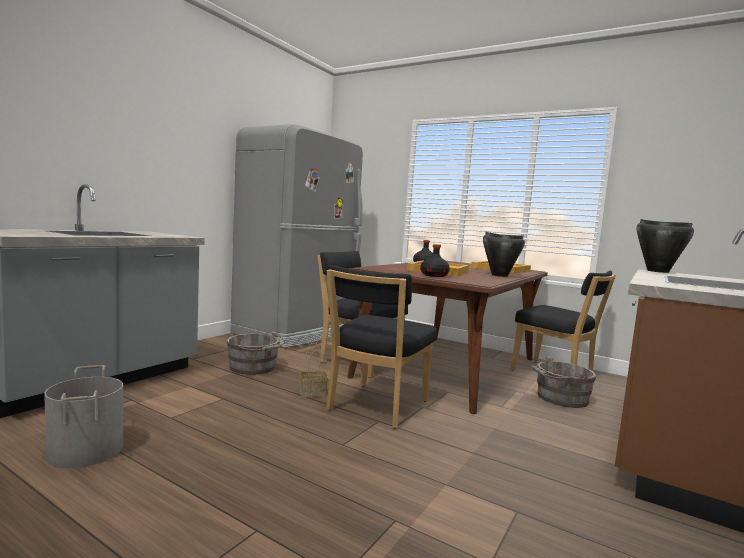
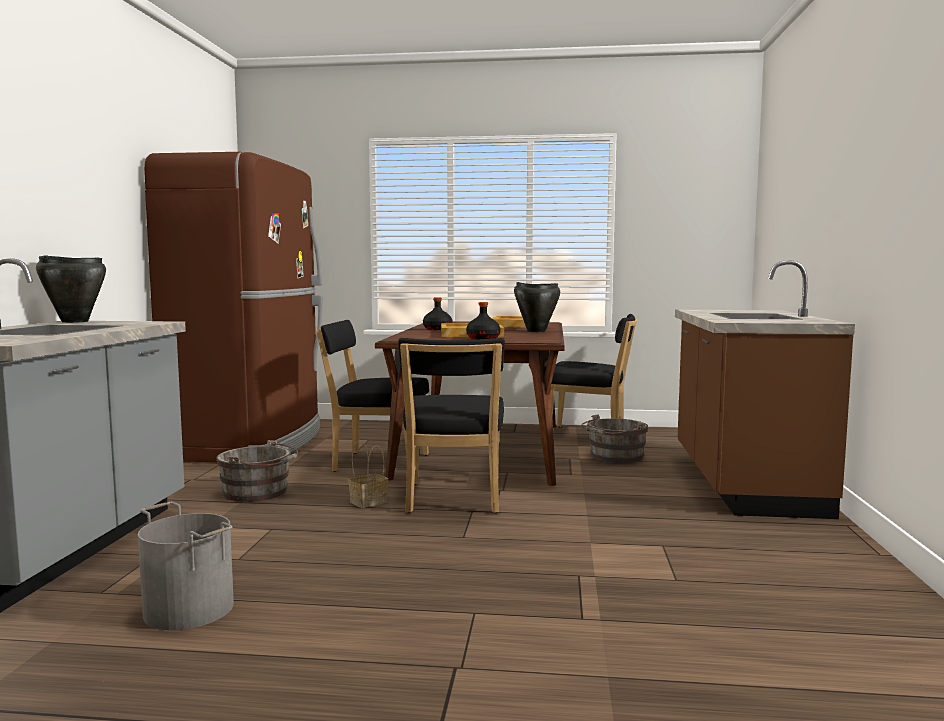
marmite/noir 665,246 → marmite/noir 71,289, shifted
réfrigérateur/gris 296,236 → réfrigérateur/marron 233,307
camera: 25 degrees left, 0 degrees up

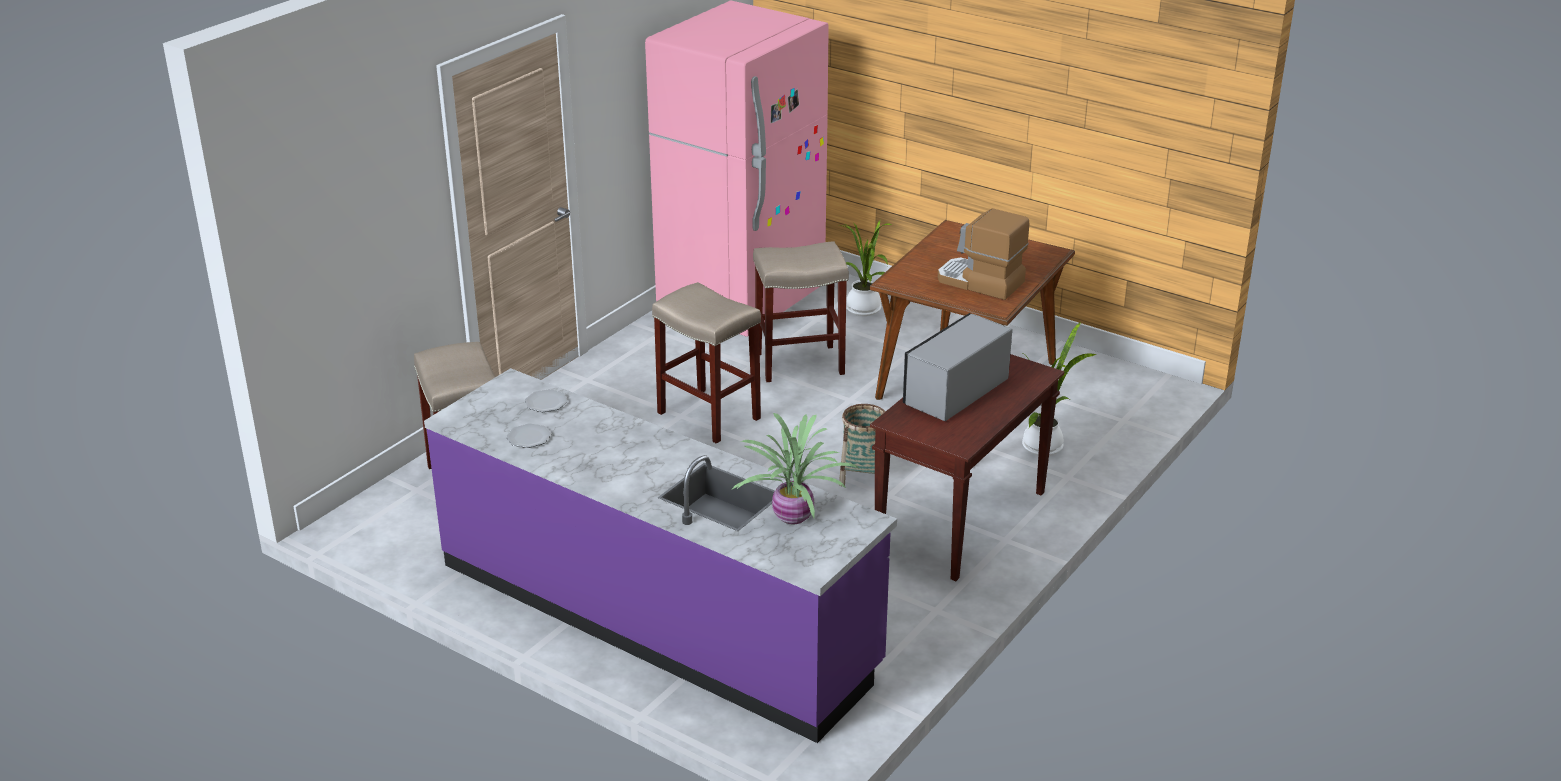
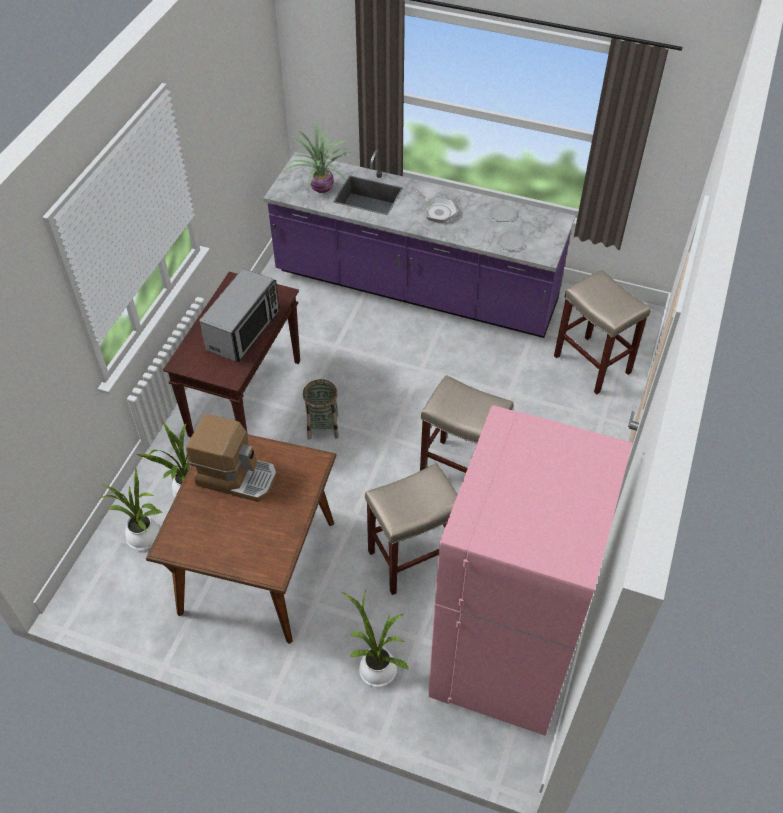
- → plante en pot 131,509
- → poêle 433,204
camera: 165 degrees right, 20 degrees up

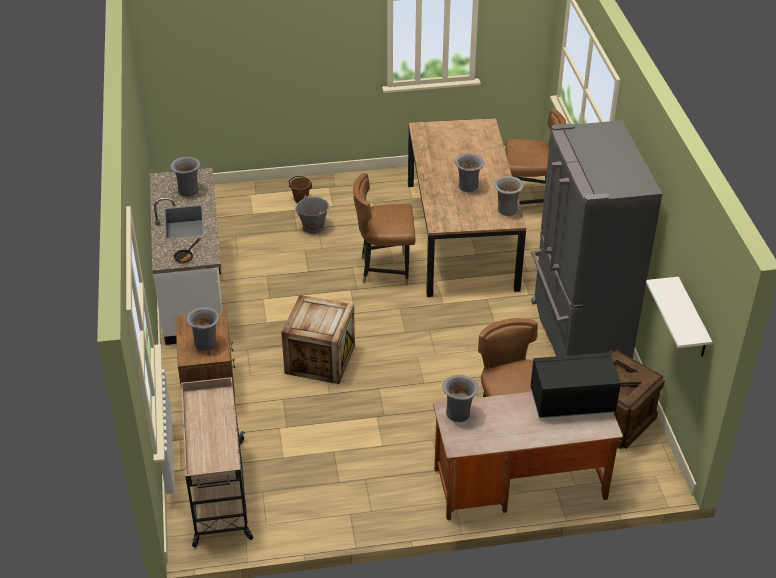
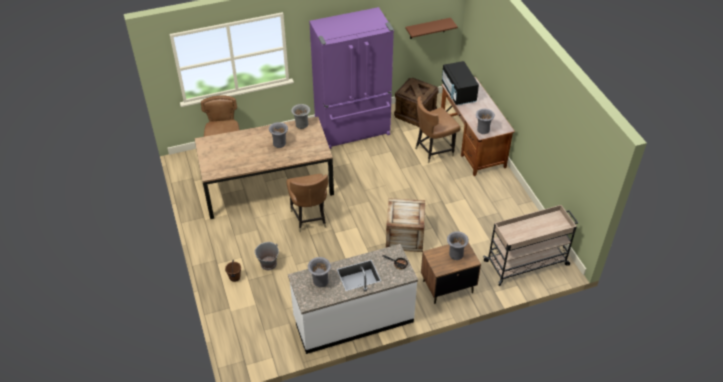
réfrigérateur/gris 596,239 → réfrigérateur/violet 351,78
étagère/blanc 679,317 → étagère/marron 431,28
camera: 100 degrees left, 5 degrees up

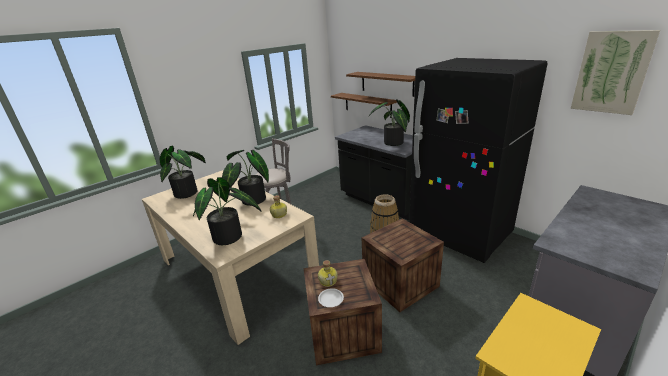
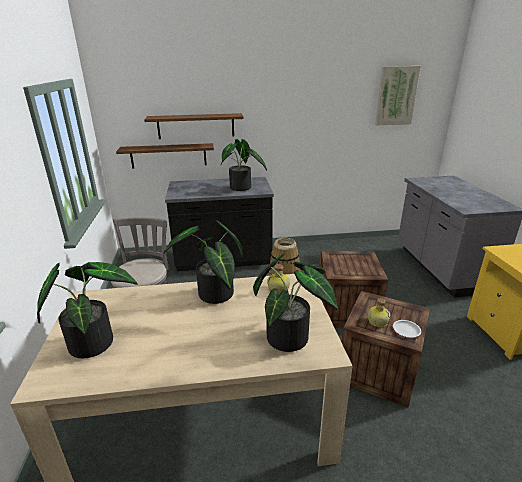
réfrigérateur/noir 478,160 → -
camera: 55 degrees left, 0 degrees up

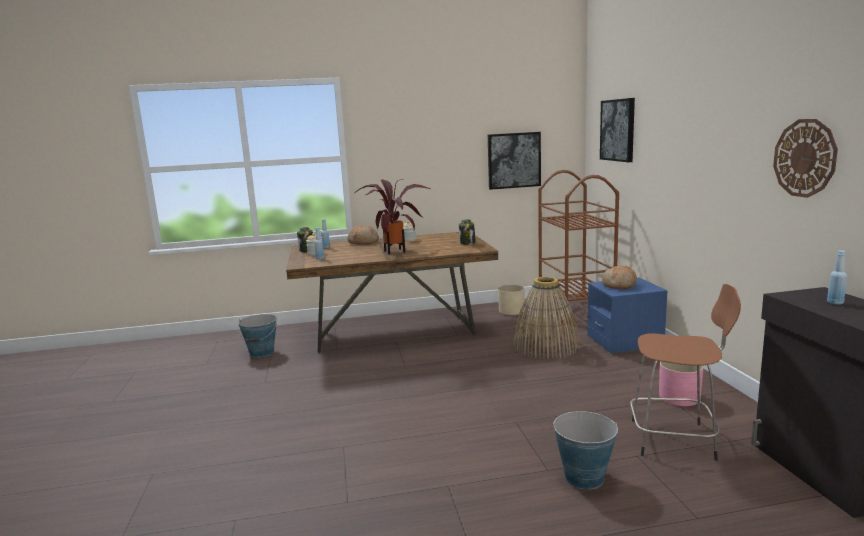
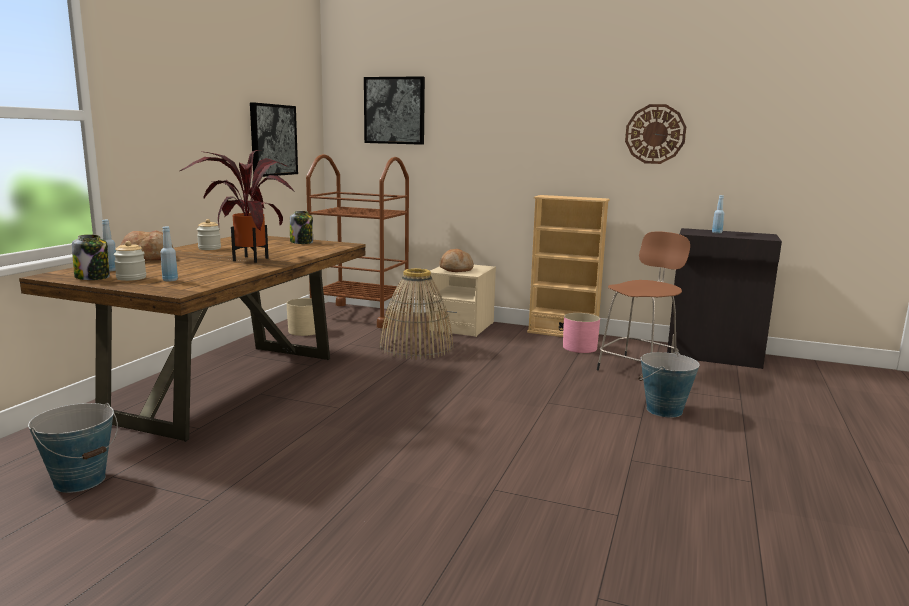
table de chevet/bleu 627,316 → table de chevet/beige 461,301
- → bibliothèque/beige 568,266
camera: 60 degrees left, 0 degrees up

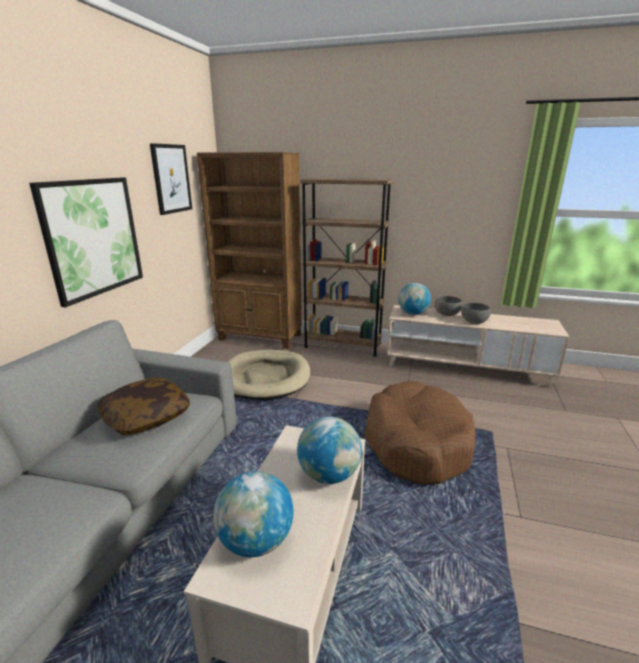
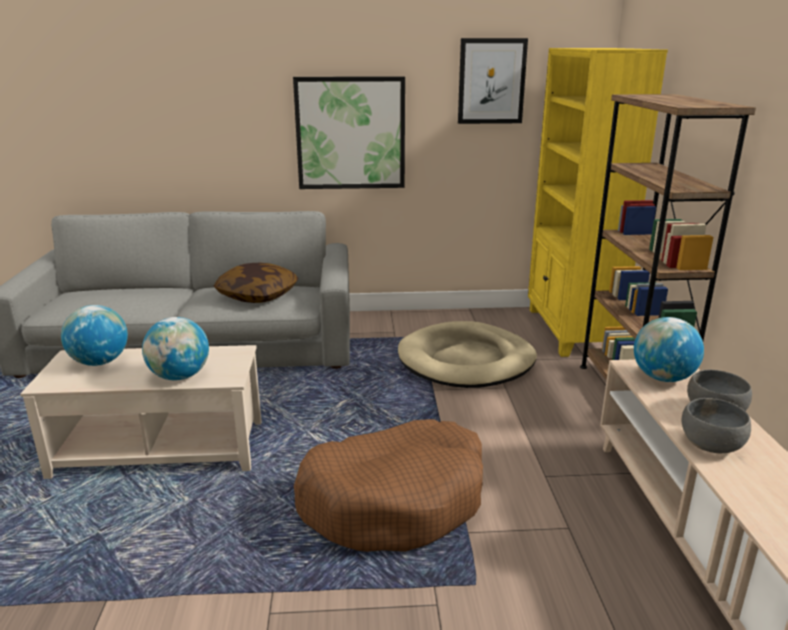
bibliothèque/marron 249,250 → bibliothèque/jaune 598,202
camera: 70 degrees right, 0 degrees up

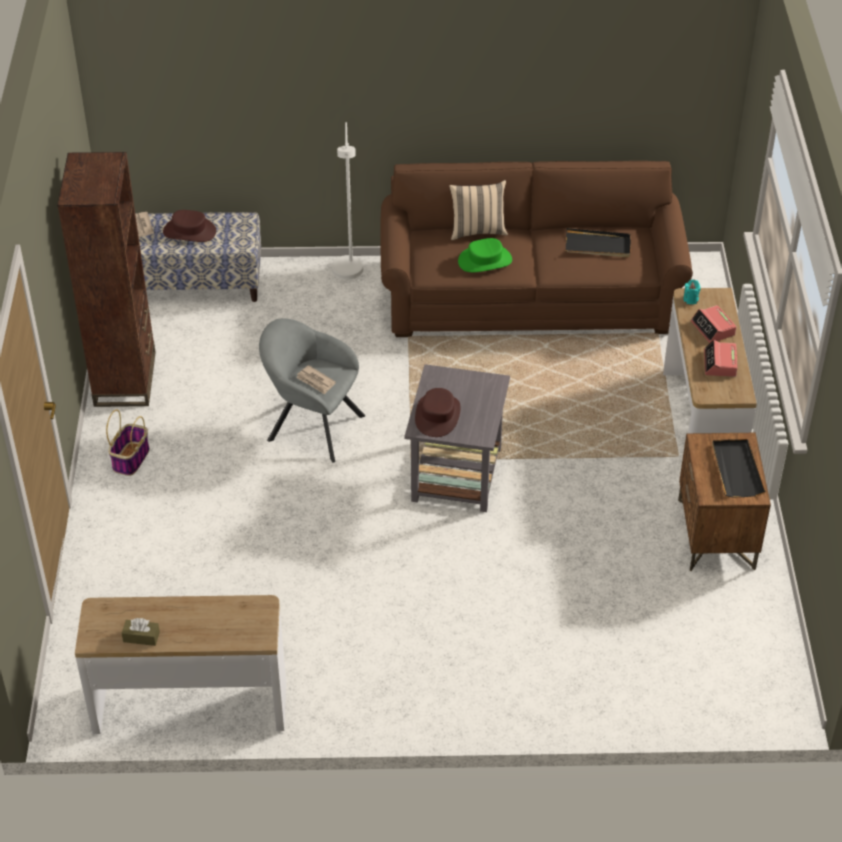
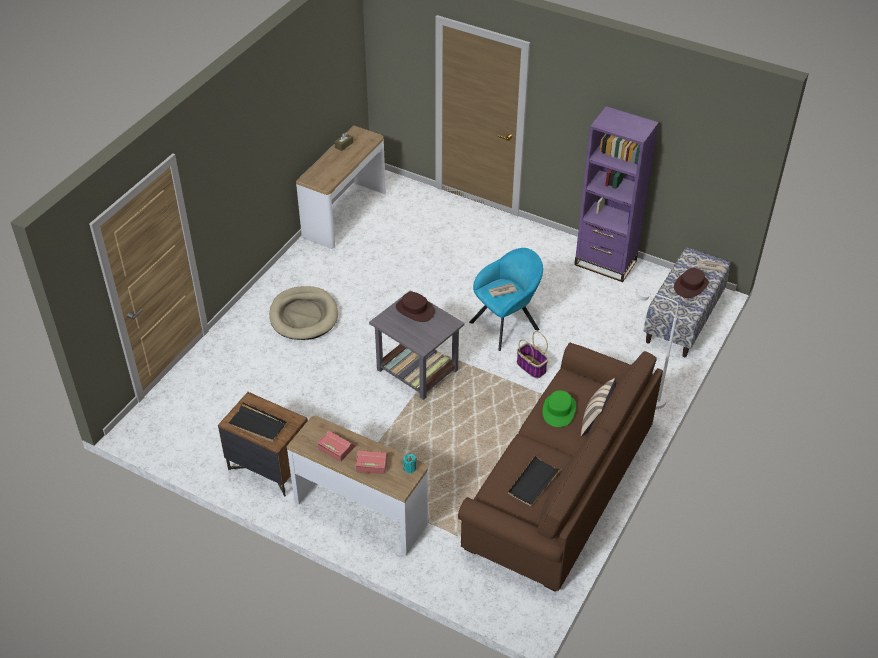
- → panier pour chien/beige 303,313
fauteuil/gris 312,390 → fauteuil/turquoise 506,299
panier 128,442 → panier 533,355, shifted
bibliothèque/marron 106,279 → bibliothèque/violet 616,194
camera: 120 degrees right, 0 degrees up

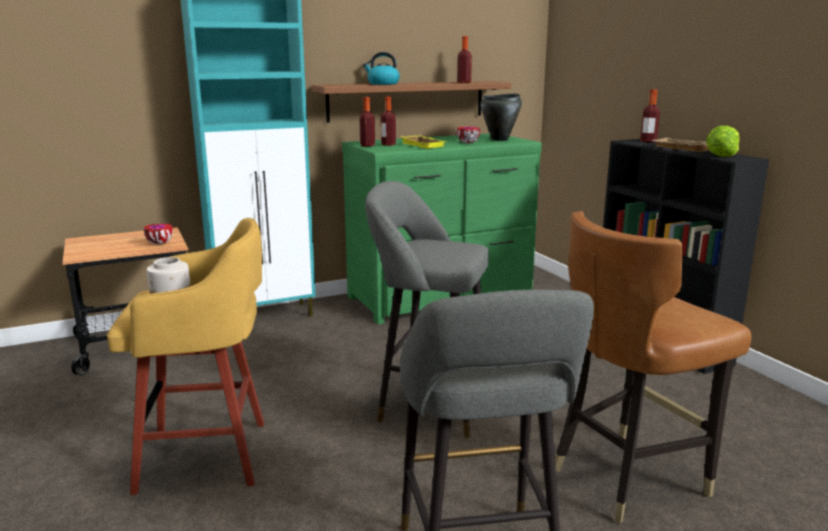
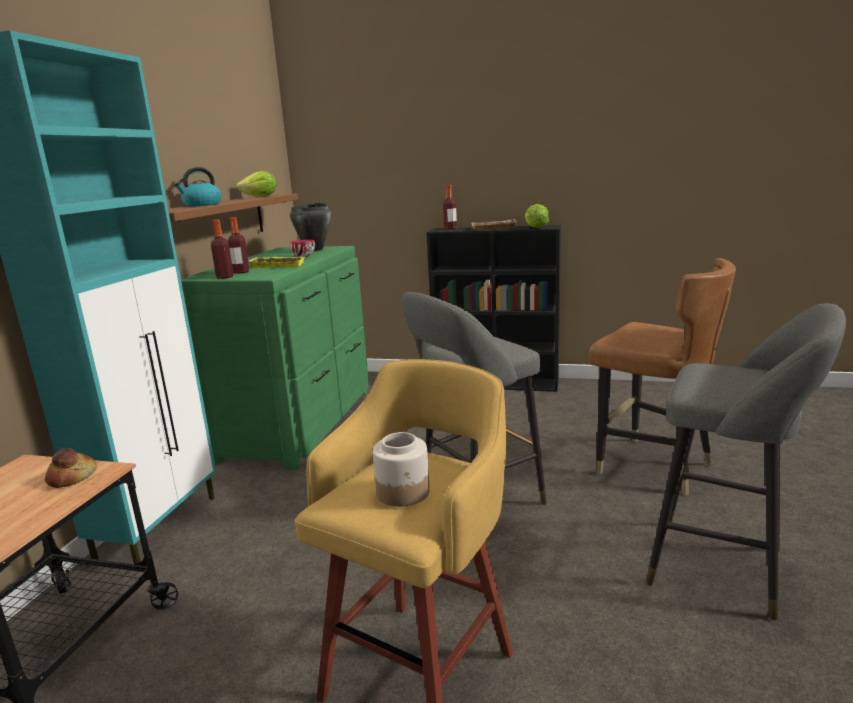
bol 158,234 → pain 71,468
bouteille 464,59 → laitue 256,184
chaise/marron 653,367 → chaise/marron 662,377, 60 degrees counterclockwise
camera: 50 degrees left, 0 degrees up

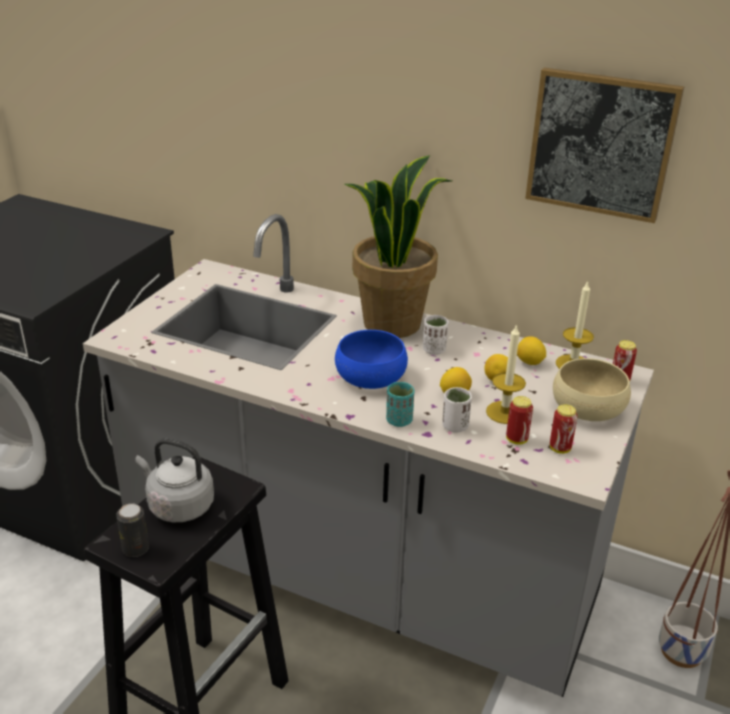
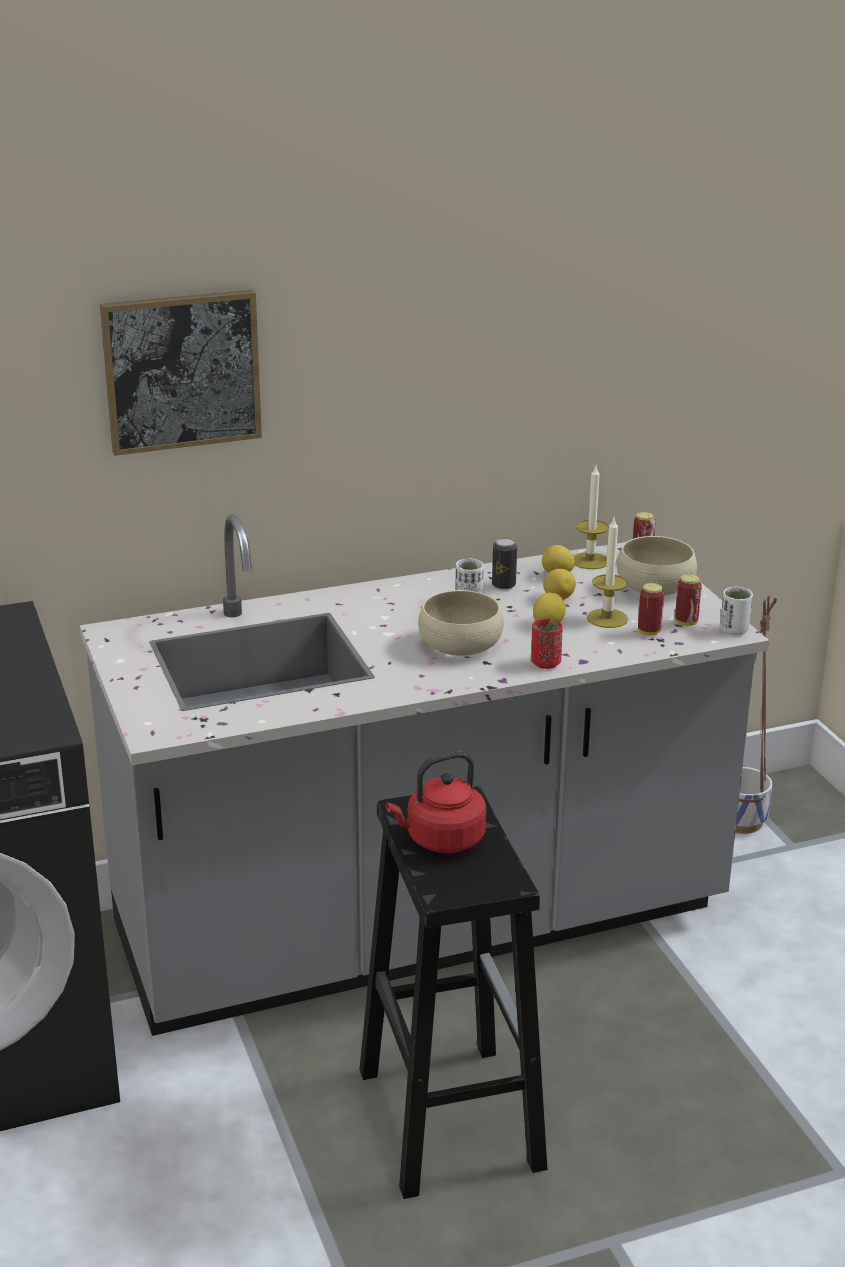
tableau 604,145 → tableau 181,373, shifted
bouilloire/gris 174,480 → bouilloire/rouge 435,802
bol/bleu 371,359 → bol/beige 461,623
boîte métallique 132,530 → boîte métallique 504,564, shifted
tasse/turquoise 400,404 → tasse/rouge 547,644
tasse/blanc 457,410 → tasse/blanc 736,611, shifted
plante en pot 398,246 → -
camera: 45 degrees left, 5 degrees down

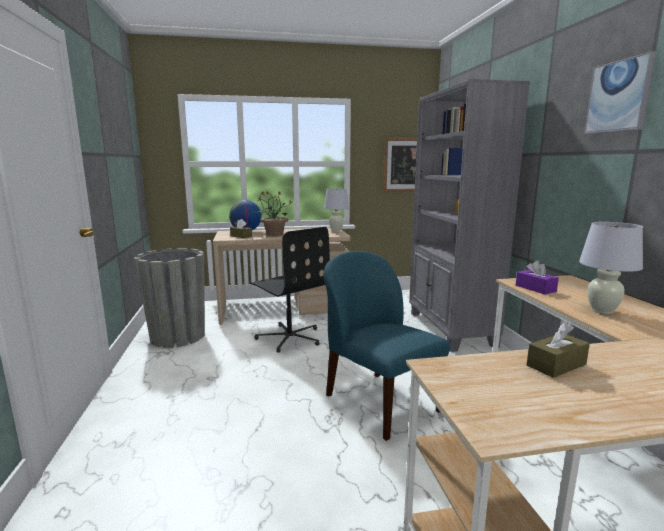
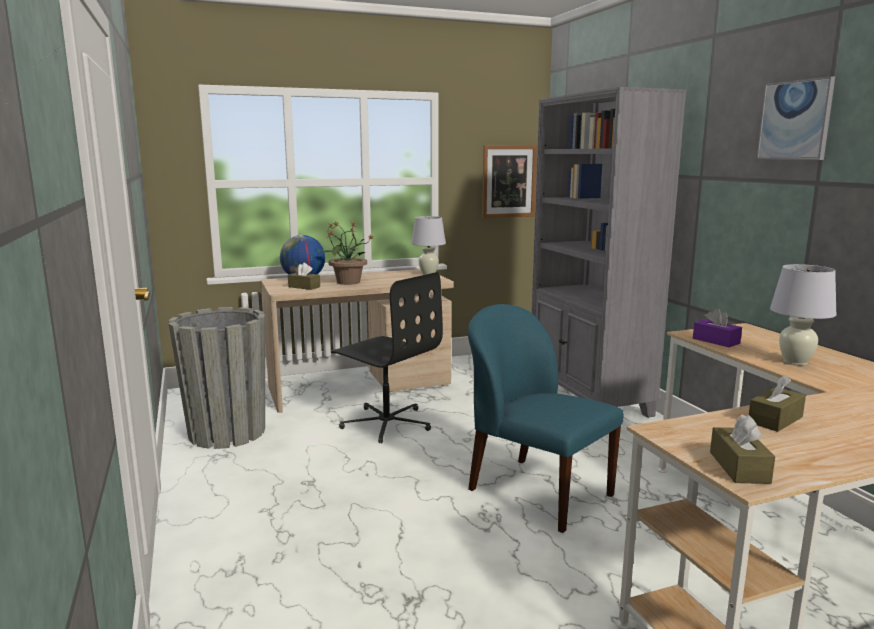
- → boîte à mouchoirs/marron 742,449
camera: 10 degrees left, 0 degrees up

